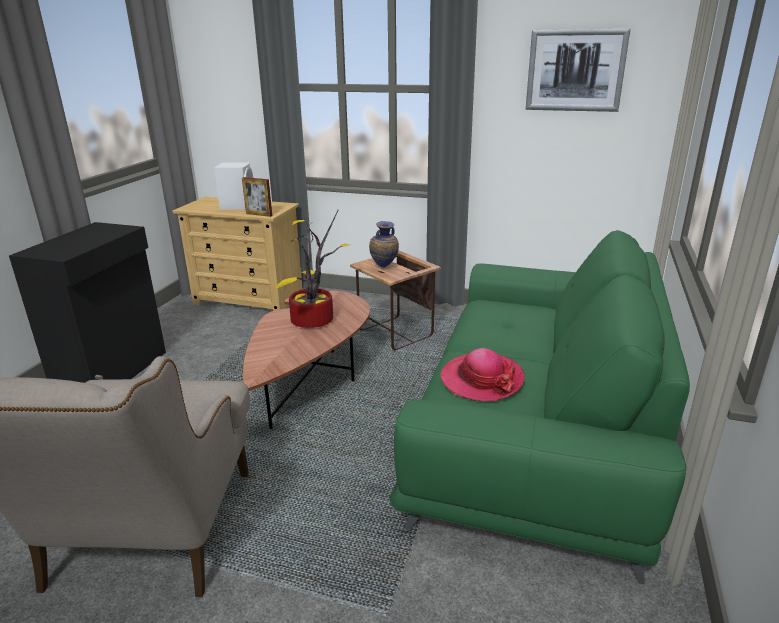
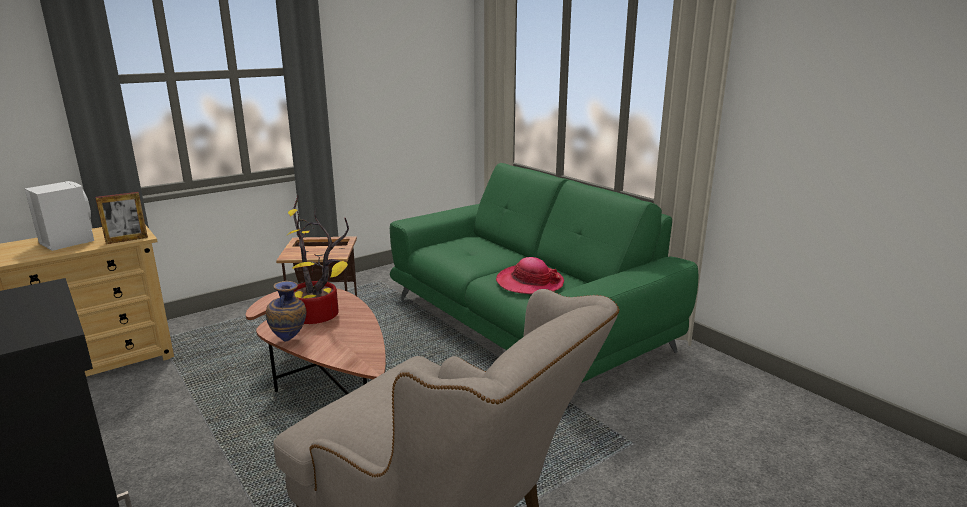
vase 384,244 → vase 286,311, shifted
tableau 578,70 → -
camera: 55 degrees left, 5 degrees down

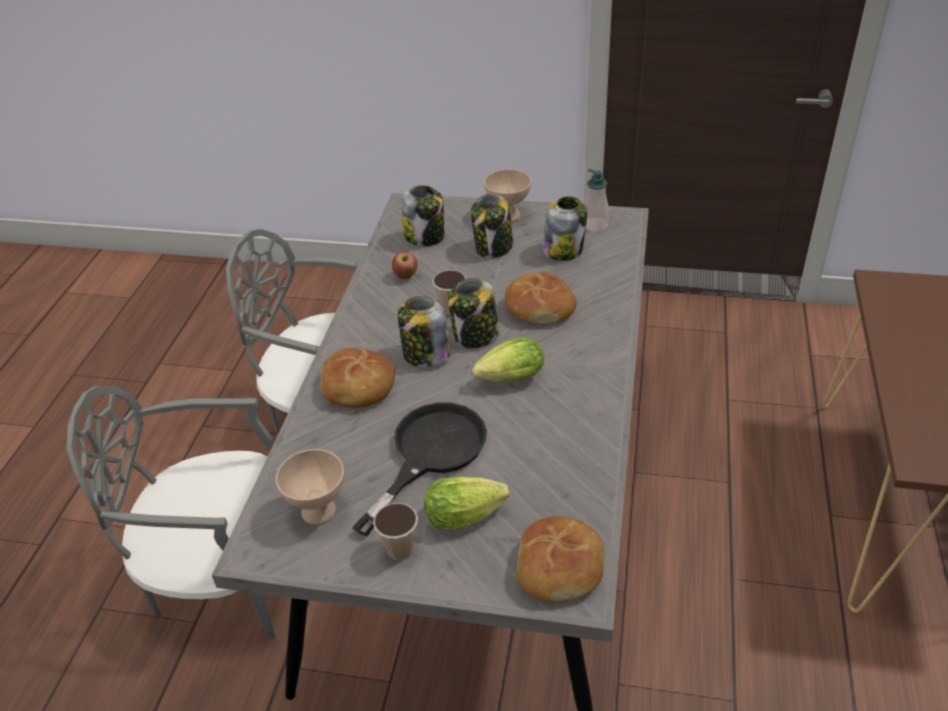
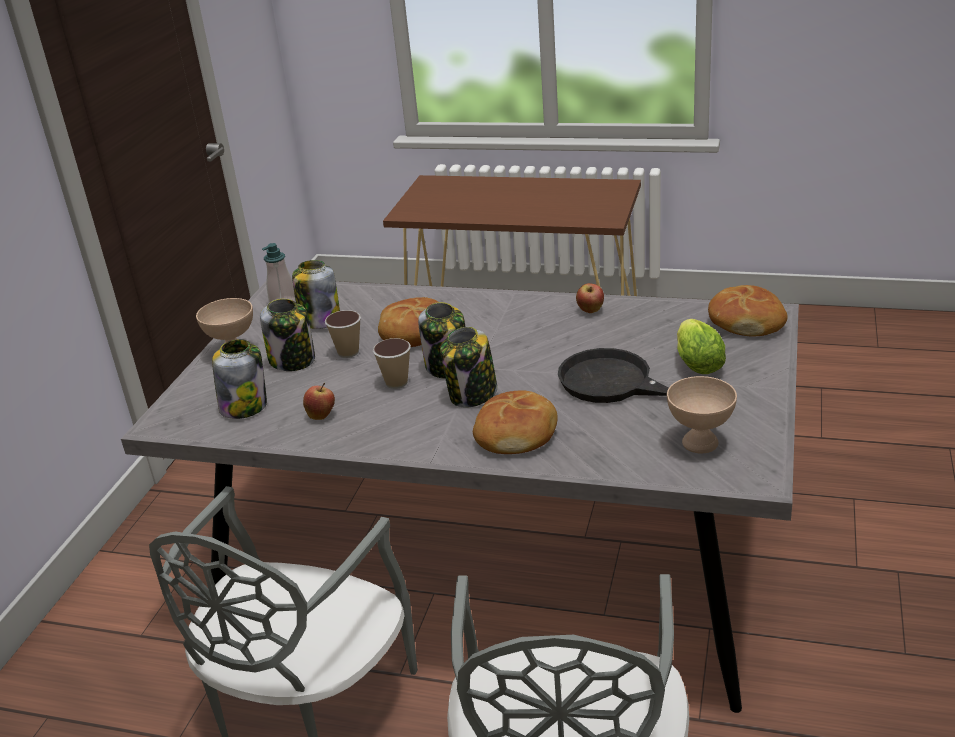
tasse 395,531 → tasse 343,334, shifted
- → pomme 590,298
laitue 508,359 → -
camera: 85 degrees left, 10 degrees down

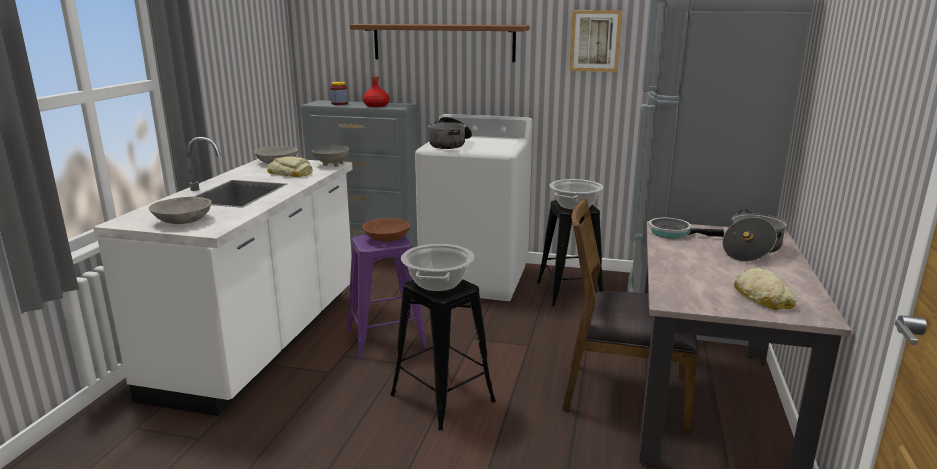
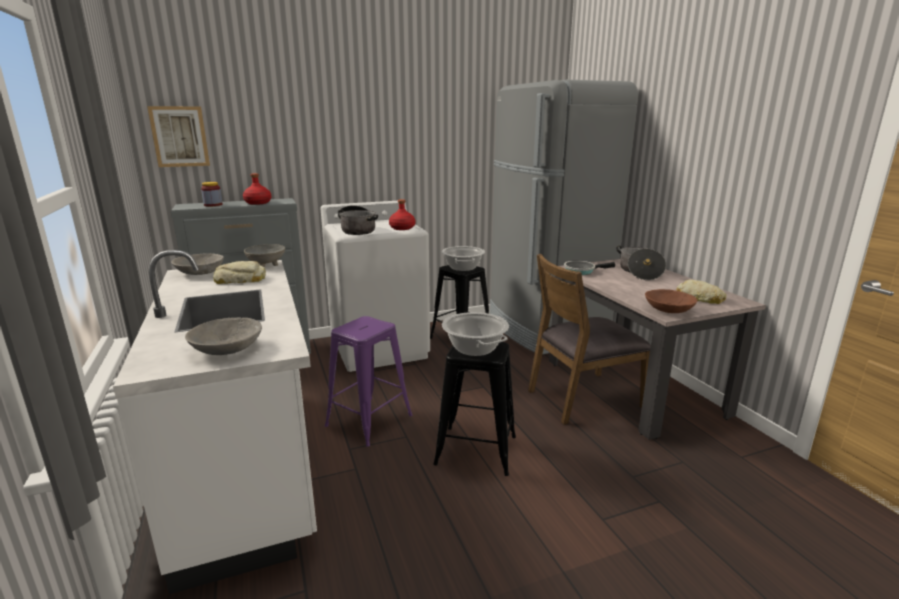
tableau 595,41 → tableau 178,136, shifted
- → bouteille/rouge 402,214
bol/marron 386,230 → bol/marron 671,301, shifted
étagère/marron 440,43 → -
camera: 35 degrees left, 0 degrees up

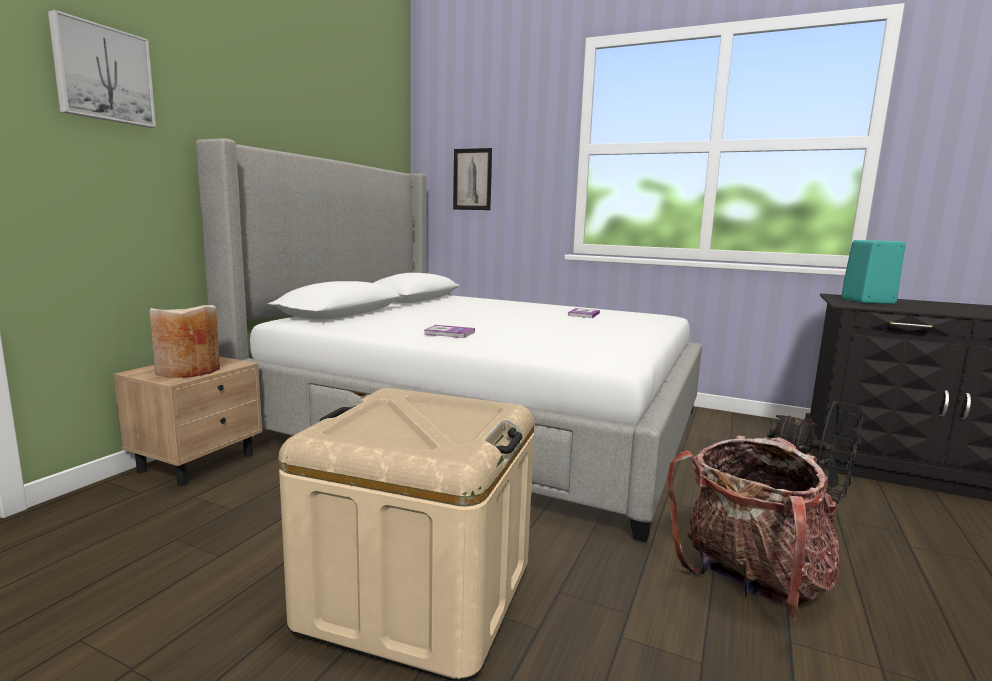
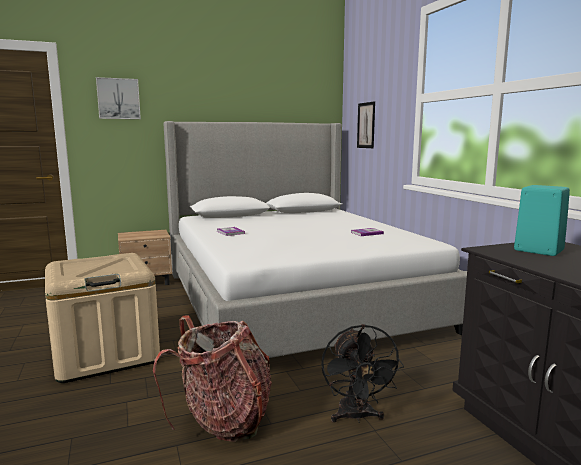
vase/beige 185,341 → -
camera: 45 degrees right, 0 degrees up

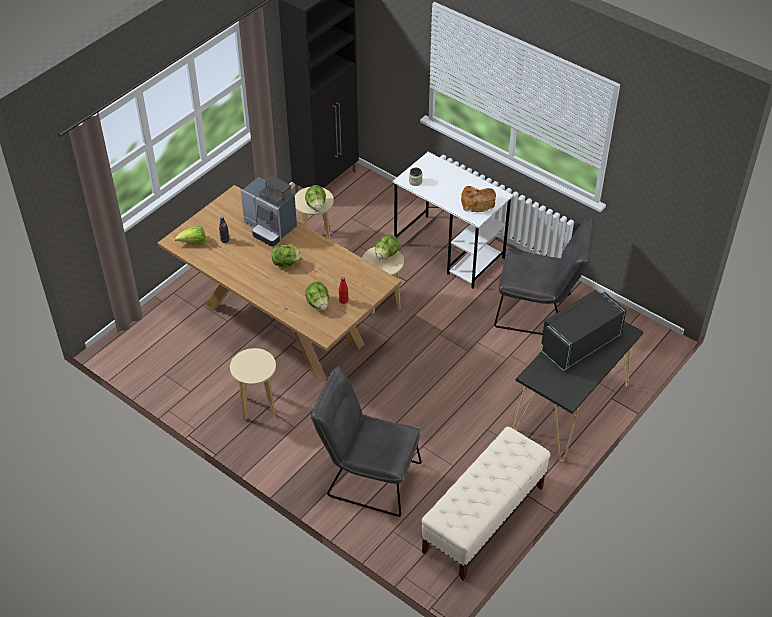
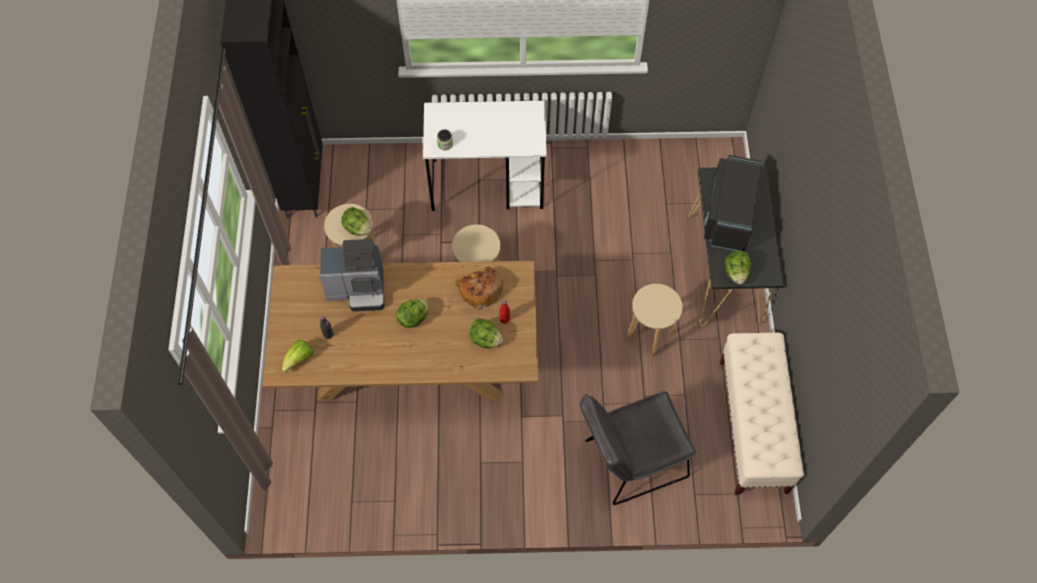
pain 478,199 → pain 479,288, shifted
tabouret/beige 253,384 → tabouret/beige 655,320, shifted
laitue 388,247 → laitue 738,267, shifted
chaise/gris 544,276 → -
camera: 40 degrees left, 15 degrees up

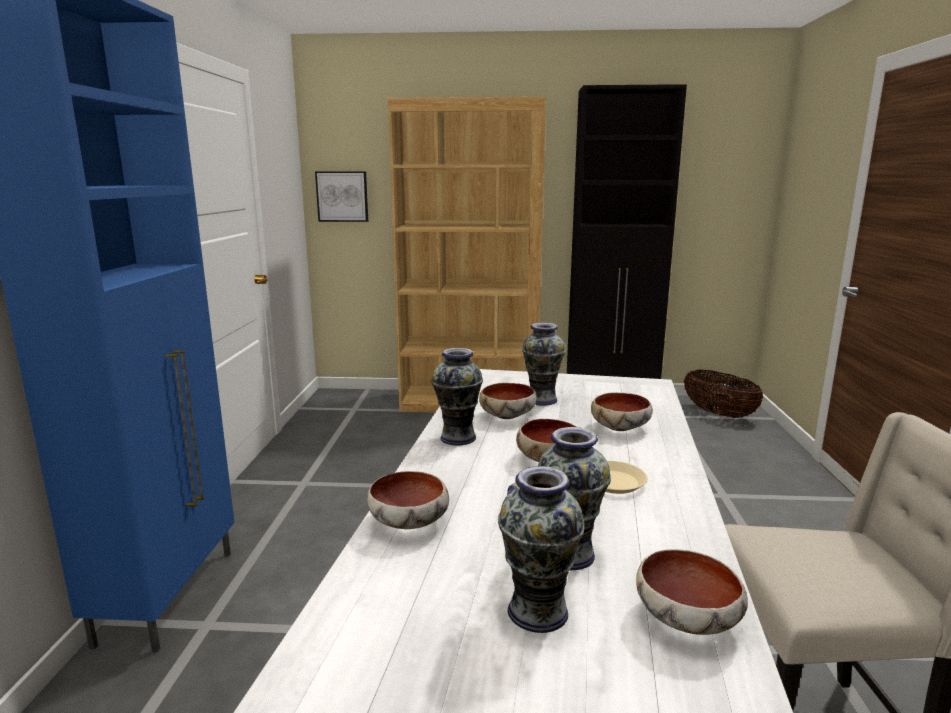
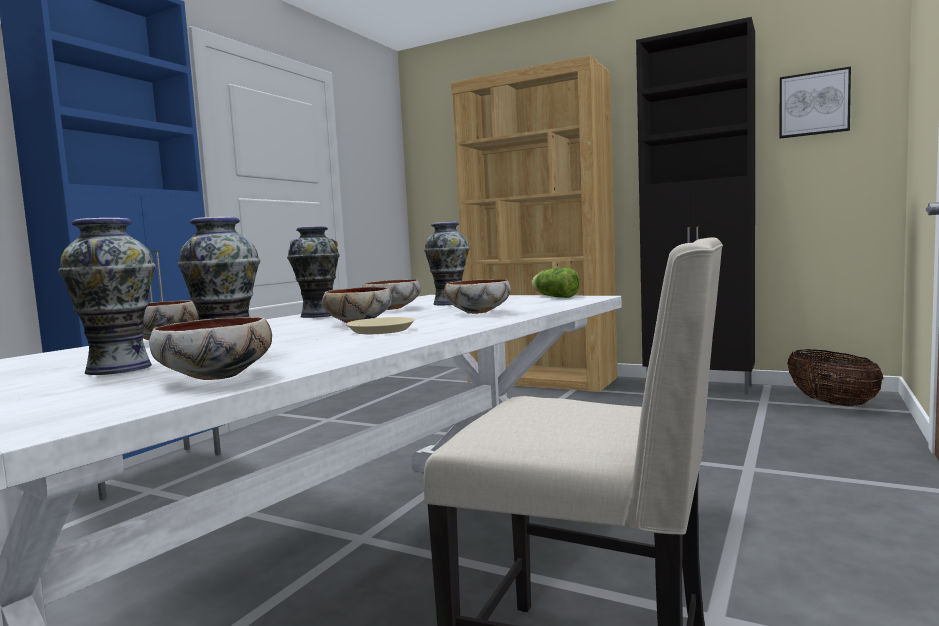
- → laitue 556,283
tableau 341,196 → tableau 815,102, shifted
camera: 25 degrees right, 10 degrees down

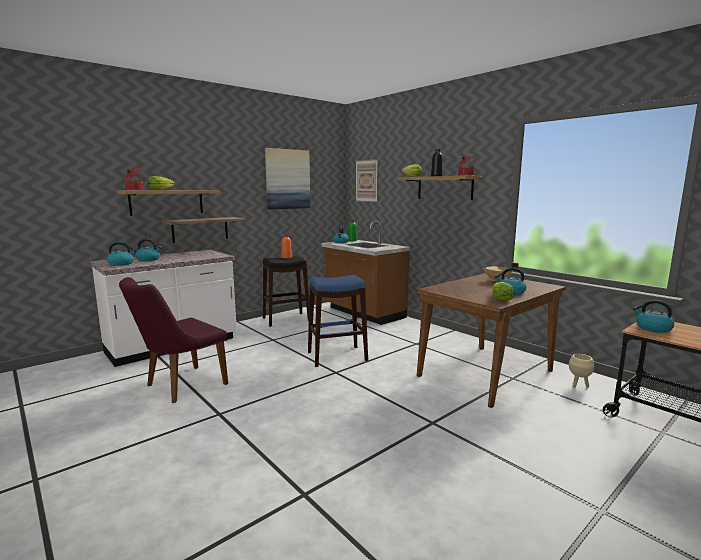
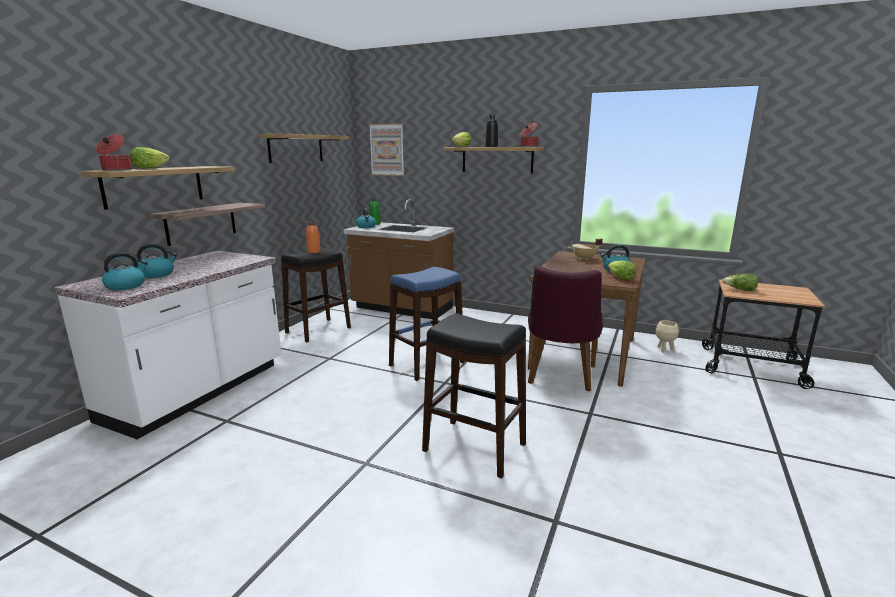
tableau 287,179 → étagère 304,148
- → tabouret/noir 474,396
chaise/violet 173,340 → chaise/violet 565,328, shifted
bouilloire 653,316 → laitue 740,282
camera: 25 degrees left, 5 degrees up

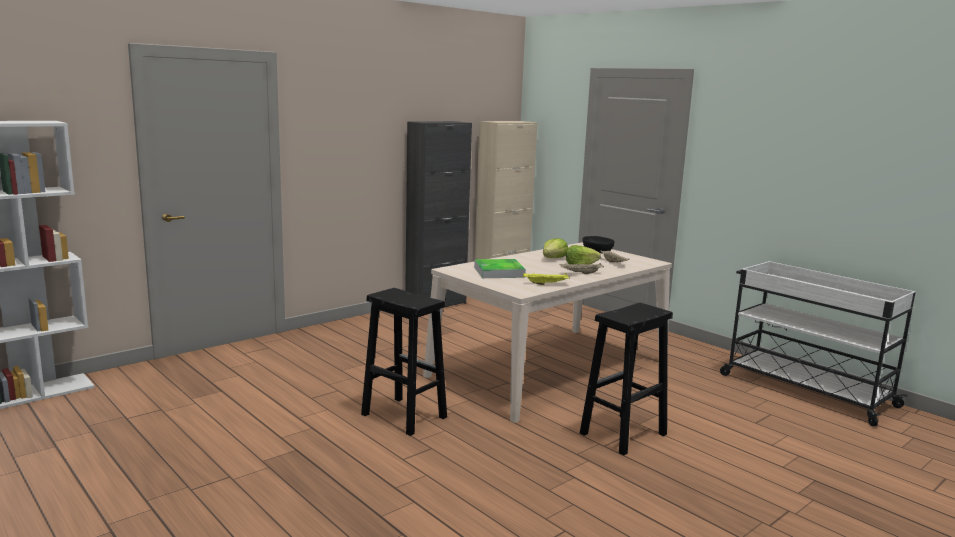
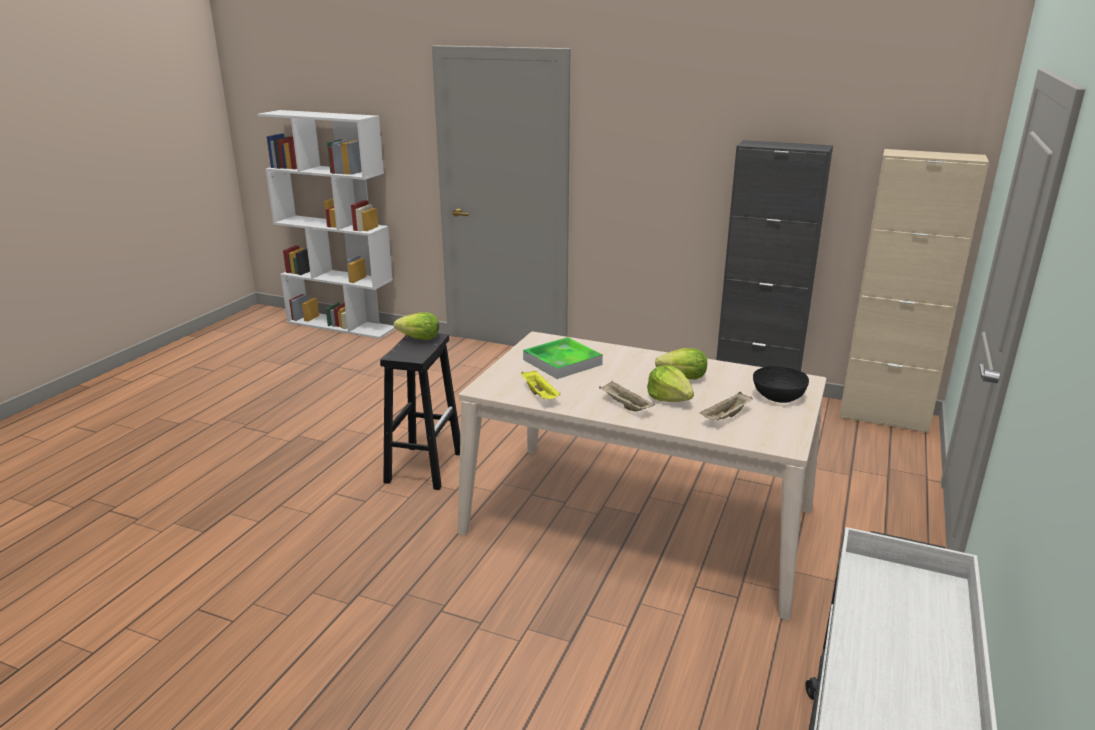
- → laitue 416,326
tabouret/noir 626,379 → -
camera: 65 degrees right, 10 degrees up

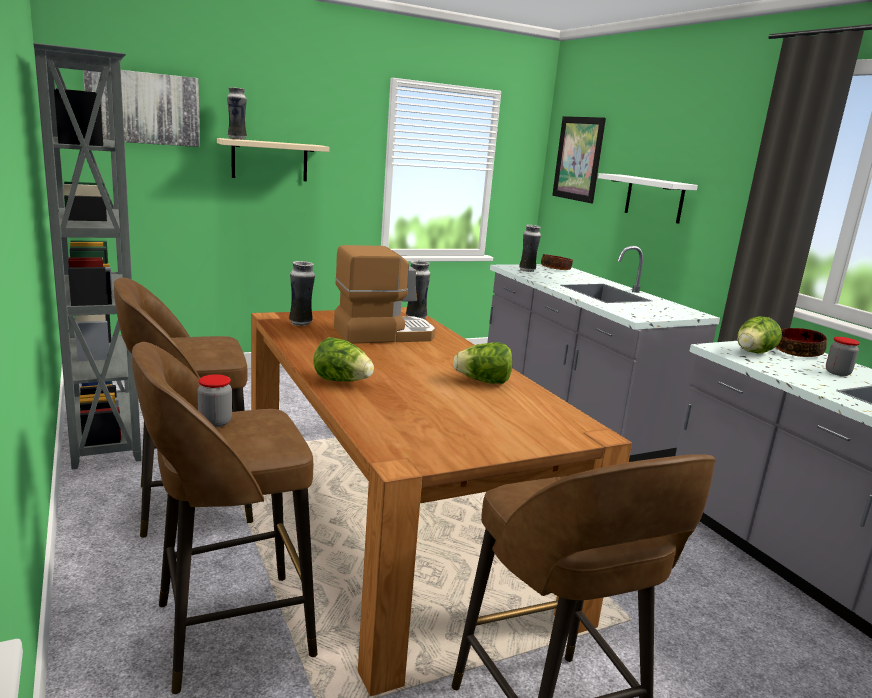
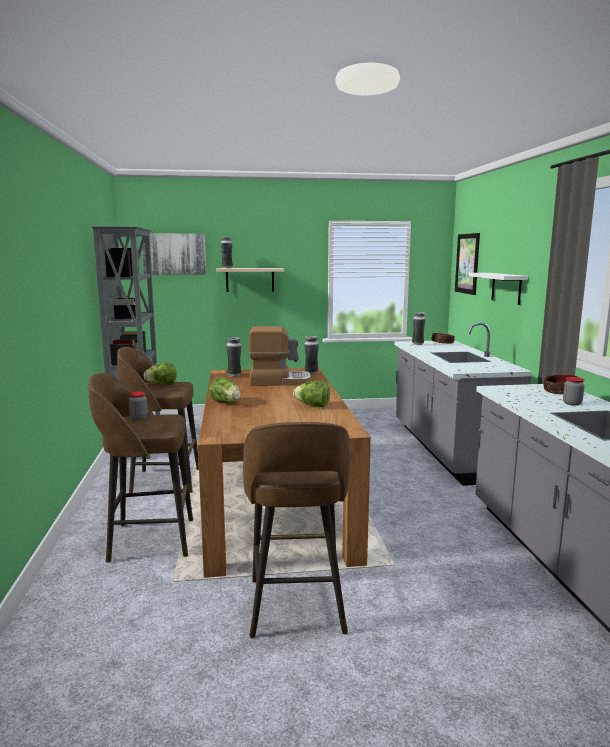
laitue 759,334 → laitue 160,373, shifted
camera: 20 degrees right, 5 degrees down

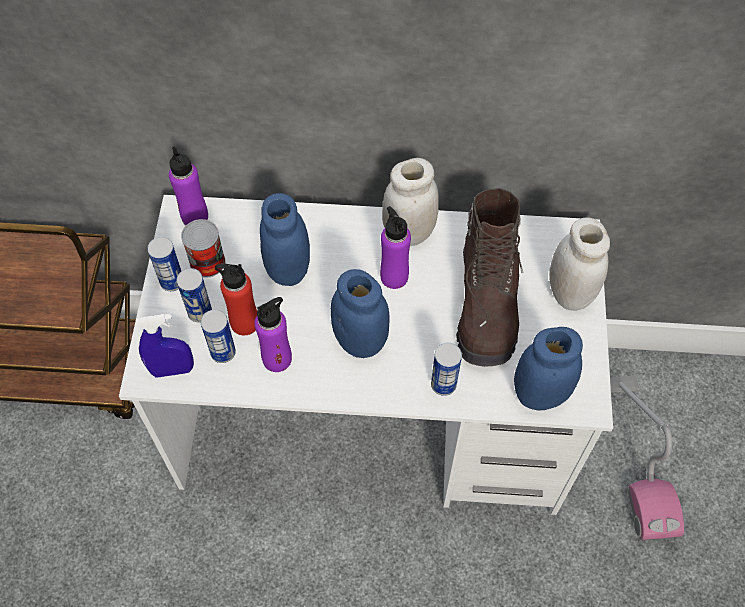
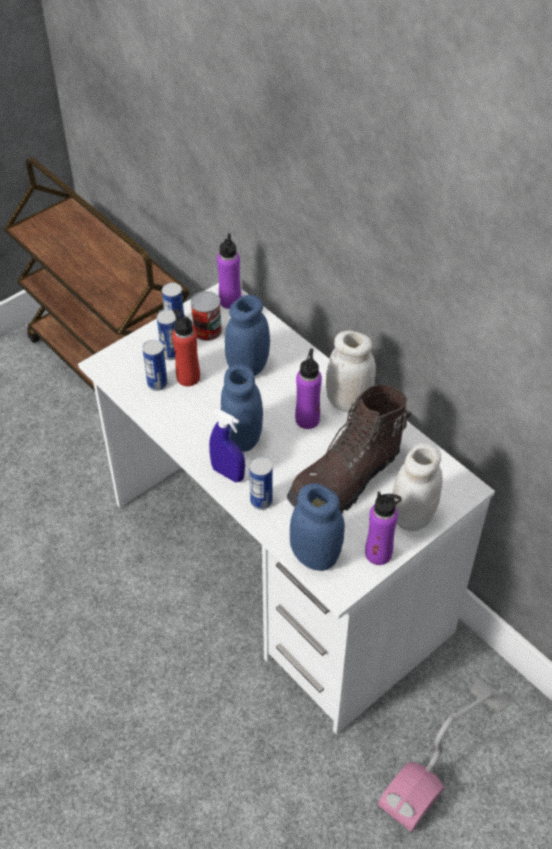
vaporisateur/bleu 165,345 → vaporisateur/bleu 227,445, shifted
bouteille/violet 273,334 → bouteille/violet 383,528, shifted
camera: 45 degrees right, 10 degrees down

